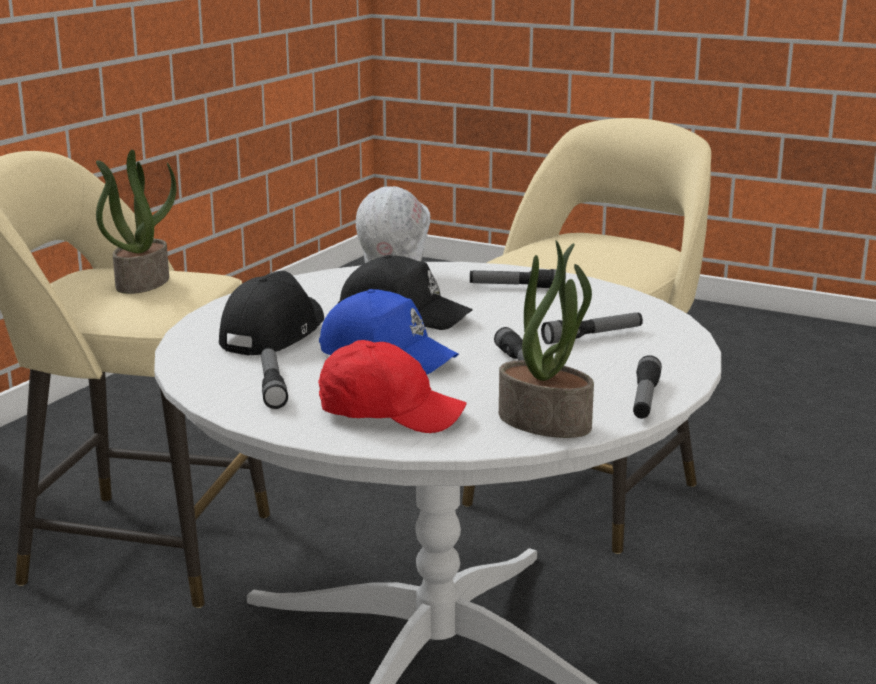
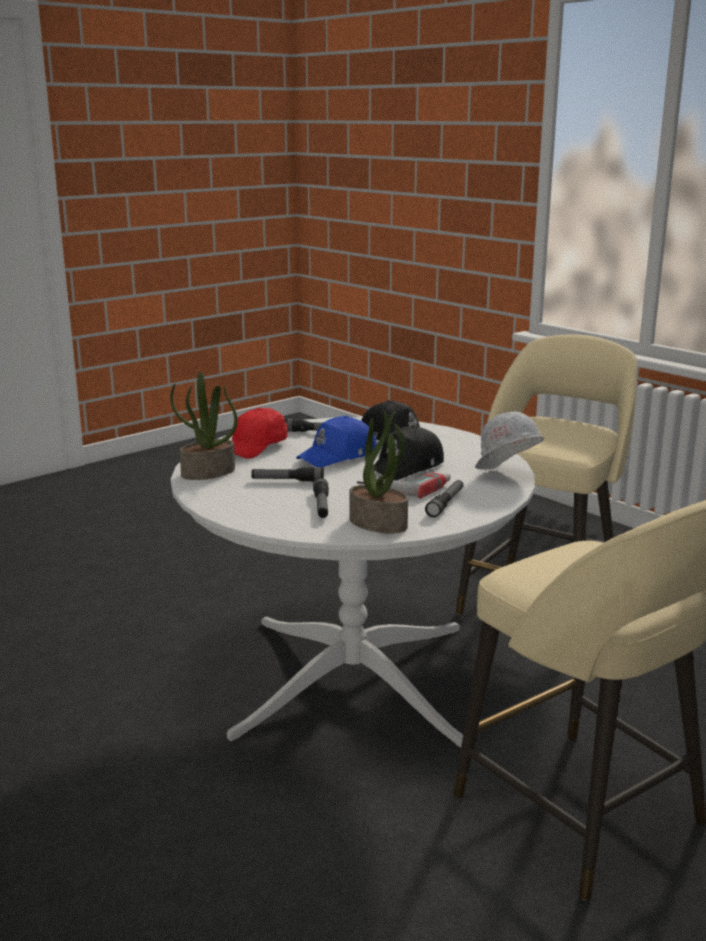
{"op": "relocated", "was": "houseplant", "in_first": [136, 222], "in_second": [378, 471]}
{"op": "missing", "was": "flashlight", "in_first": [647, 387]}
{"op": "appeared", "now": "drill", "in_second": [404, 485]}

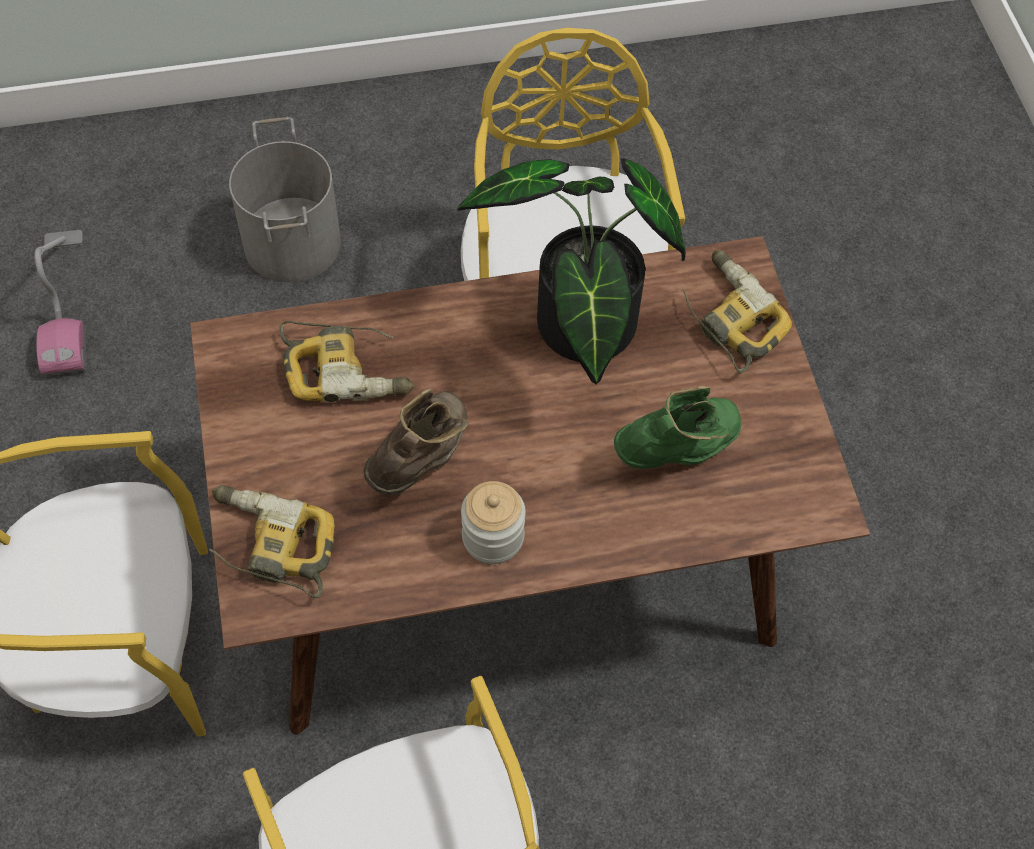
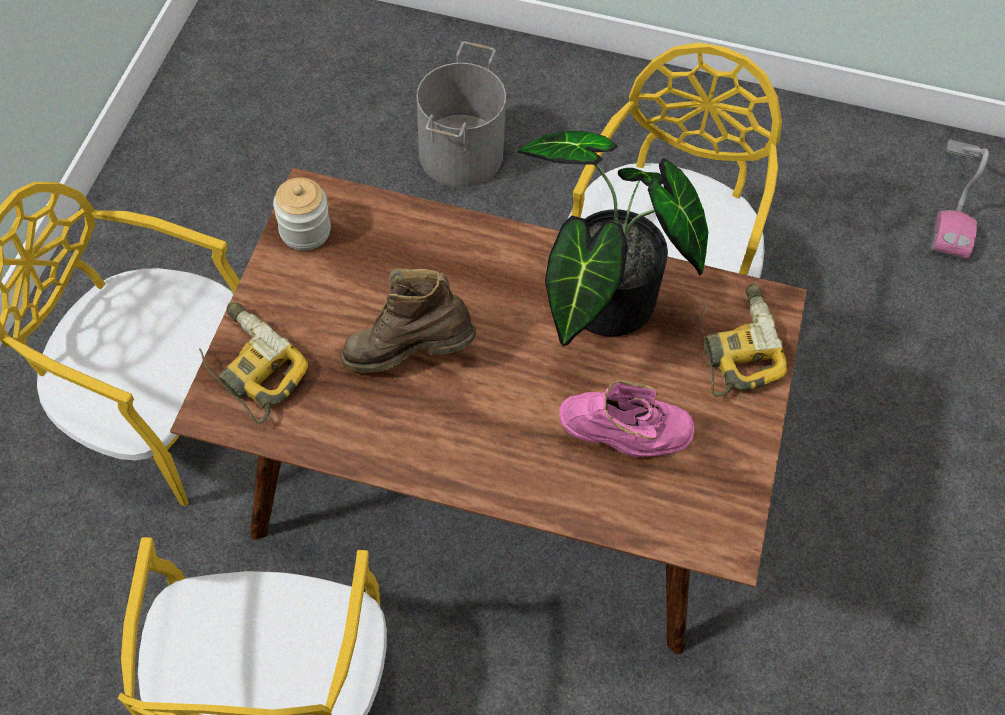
{"op": "relocated", "was": "vacuum cleaner", "in_first": [60, 303], "in_second": [959, 200]}
{"op": "missing", "was": "drill", "in_first": [347, 361]}
{"op": "spun", "was": "high-top boot (brown)", "in_first": [416, 442], "in_second": [408, 321], "clockwise": -150}
{"op": "relocated", "was": "preserve jar", "in_first": [493, 522], "in_second": [302, 214]}
{"op": "colour", "was": "high-top boot (green-coloured)", "now": "high-top boot (pinkish)", "in_first": [678, 427], "in_second": [626, 418]}

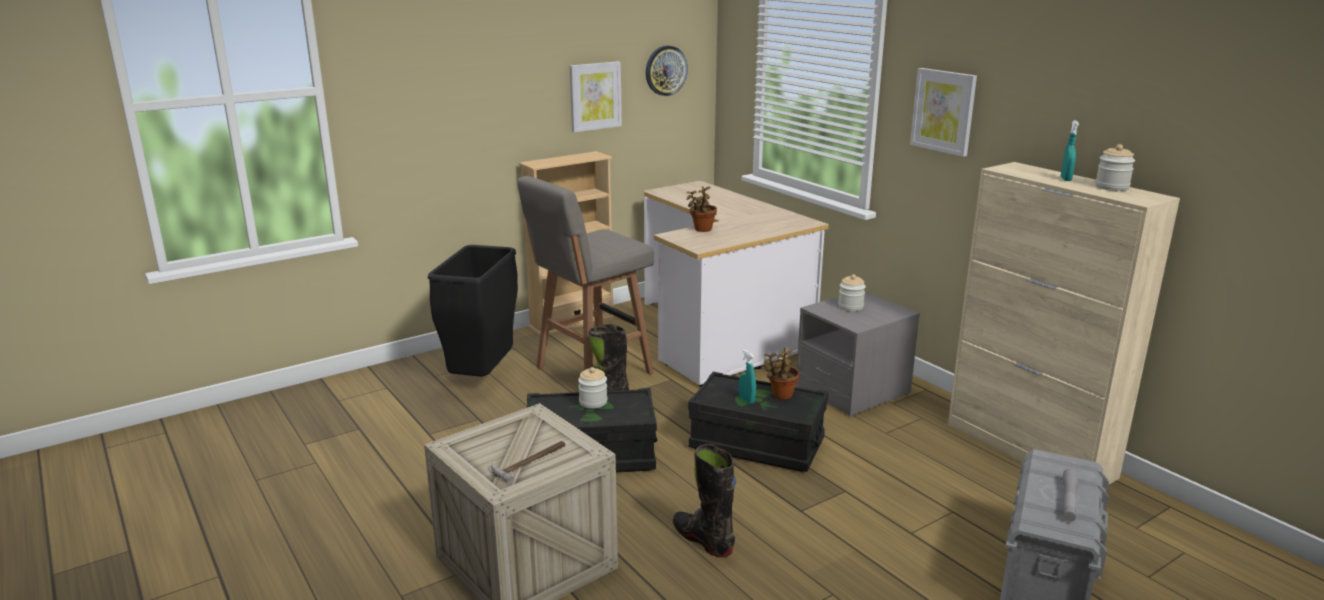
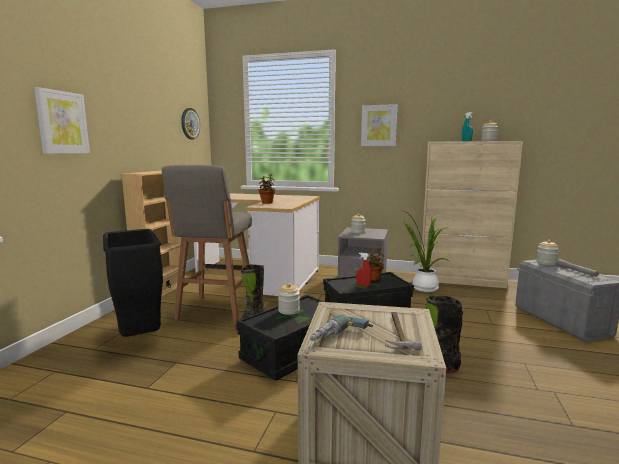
{"op": "relocated", "was": "wall art", "in_first": [595, 96], "in_second": [62, 120]}
{"op": "colour", "was": "spray bottle (blue-green)", "now": "spray bottle (red)", "in_first": [747, 376], "in_second": [363, 269]}
{"op": "appeared", "now": "drill", "in_second": [341, 328]}
{"op": "appeared", "now": "houseplant", "in_second": [425, 251]}
{"op": "appeared", "now": "preserve jar", "in_second": [547, 252]}

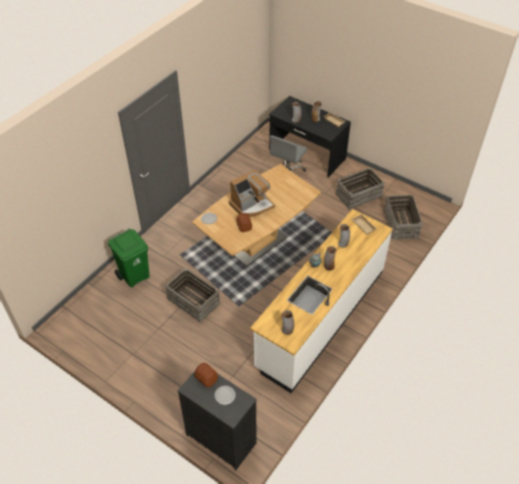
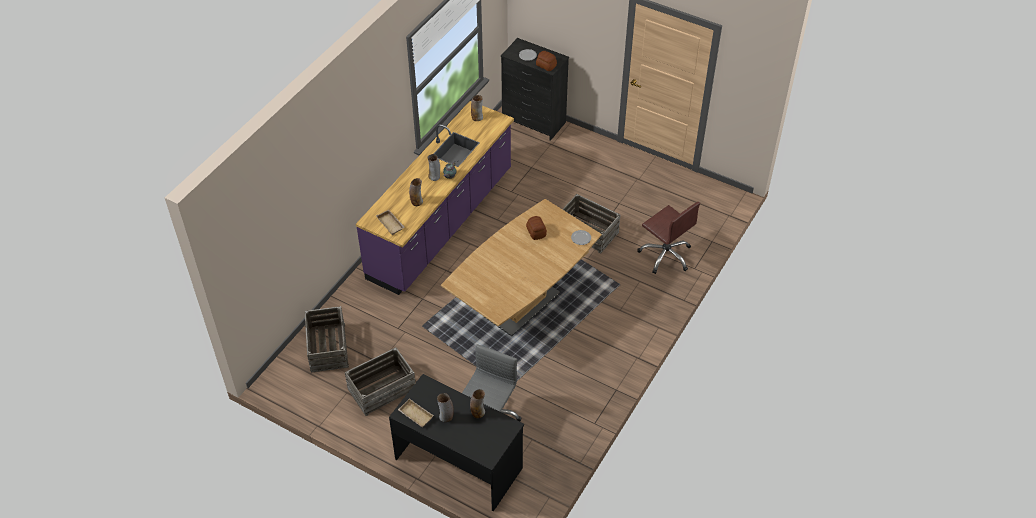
{"op": "exchanged", "was": "rubbish bin (green-coloured)", "now": "office chair (brown)", "in_first": [128, 258], "in_second": [668, 238]}
{"op": "missing", "was": "coffee maker", "in_first": [252, 193]}
{"op": "colour", "was": "counter (whitish)", "now": "counter (purple)", "in_first": [321, 301], "in_second": [435, 198]}

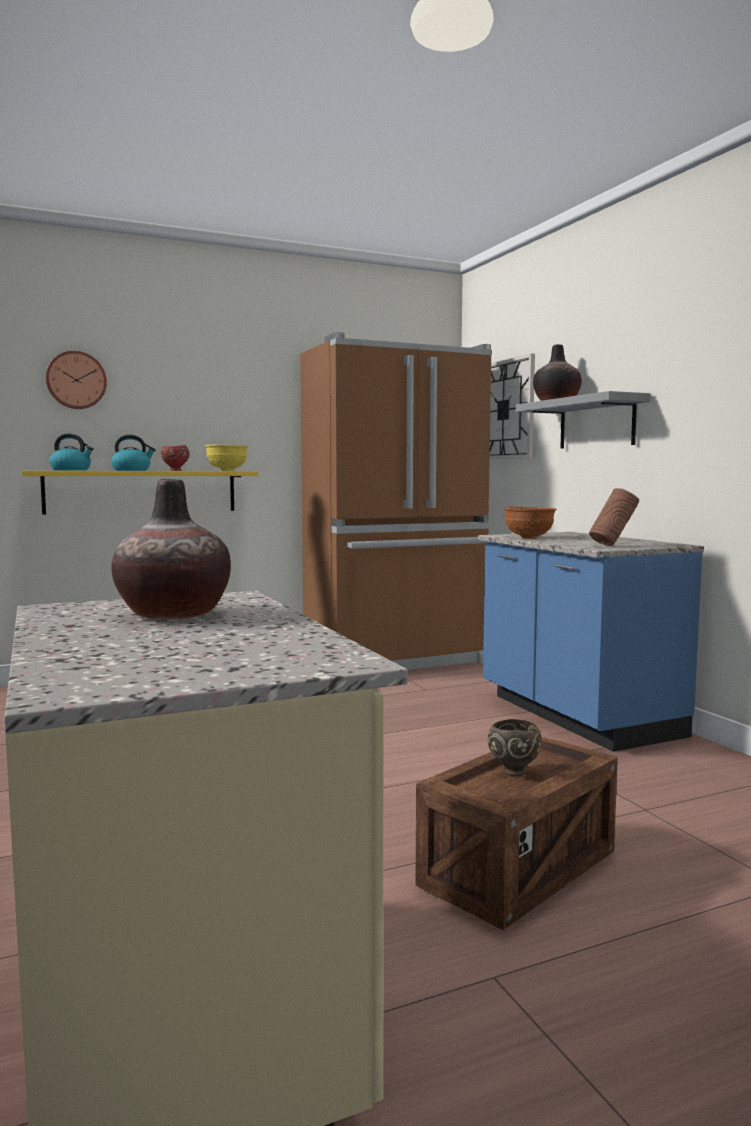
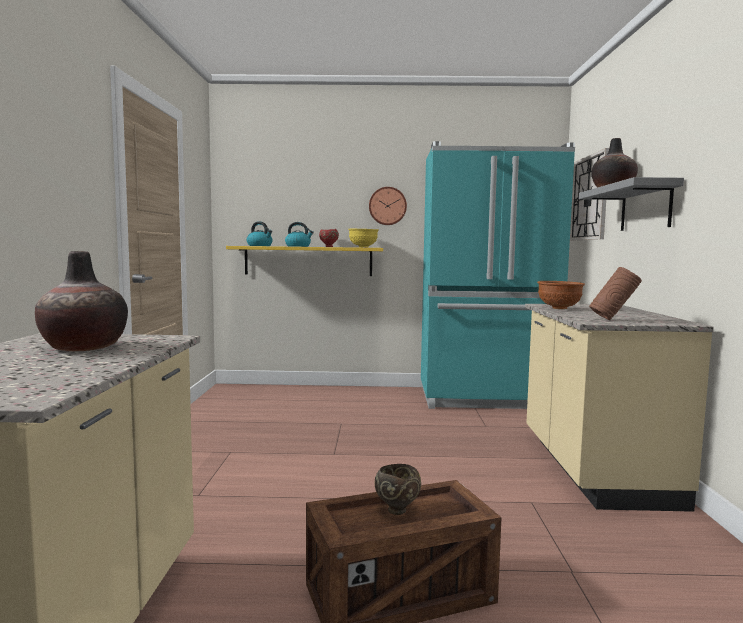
{"op": "relocated", "was": "hanging clock", "in_first": [76, 380], "in_second": [388, 206]}
{"op": "colour", "was": "fridge (brown)", "now": "fridge (blue-green)", "in_first": [396, 501], "in_second": [498, 275]}
{"op": "colour", "was": "counter (bluish)", "now": "counter (beige)", "in_first": [591, 642], "in_second": [619, 408]}

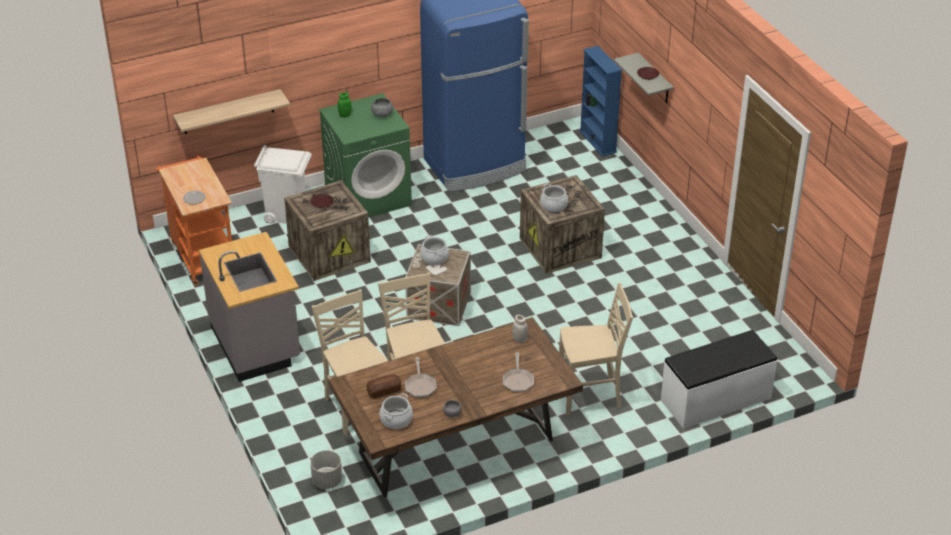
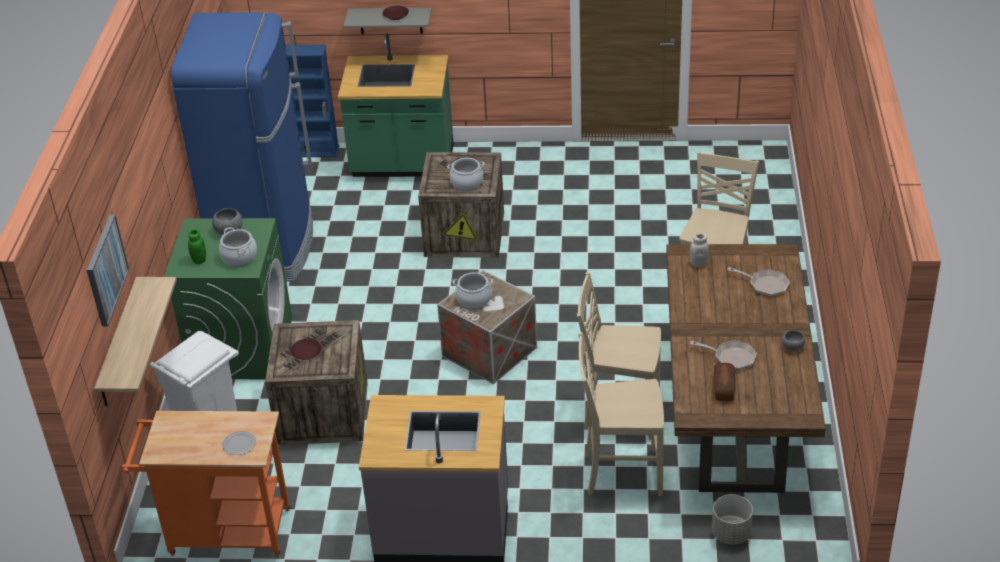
{"op": "relocated", "was": "stockpot", "in_first": [396, 411], "in_second": [238, 246]}
{"op": "missing", "was": "indoor bench (whitish)", "in_first": [719, 379]}
{"op": "appeared", "now": "wall art", "in_second": [108, 271]}
{"op": "appeared", "now": "counter (green-coloured)", "in_second": [396, 105]}

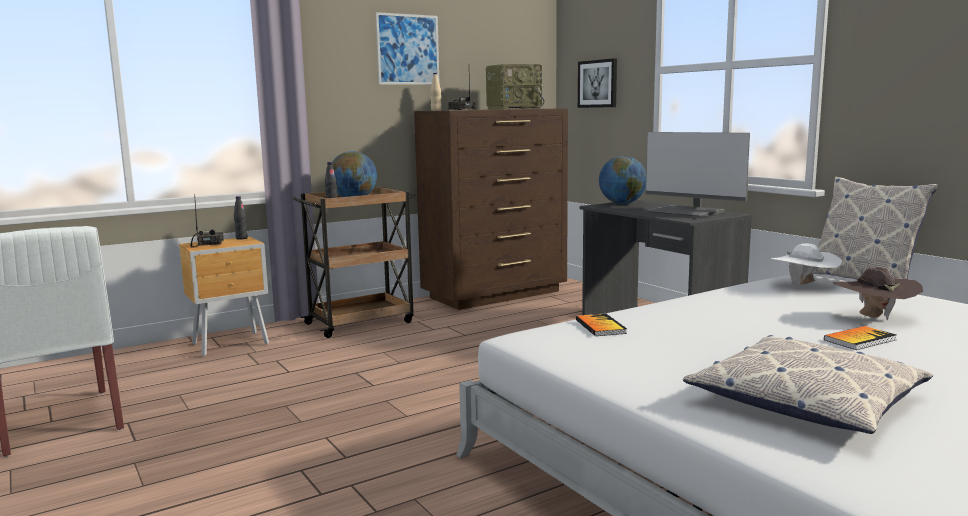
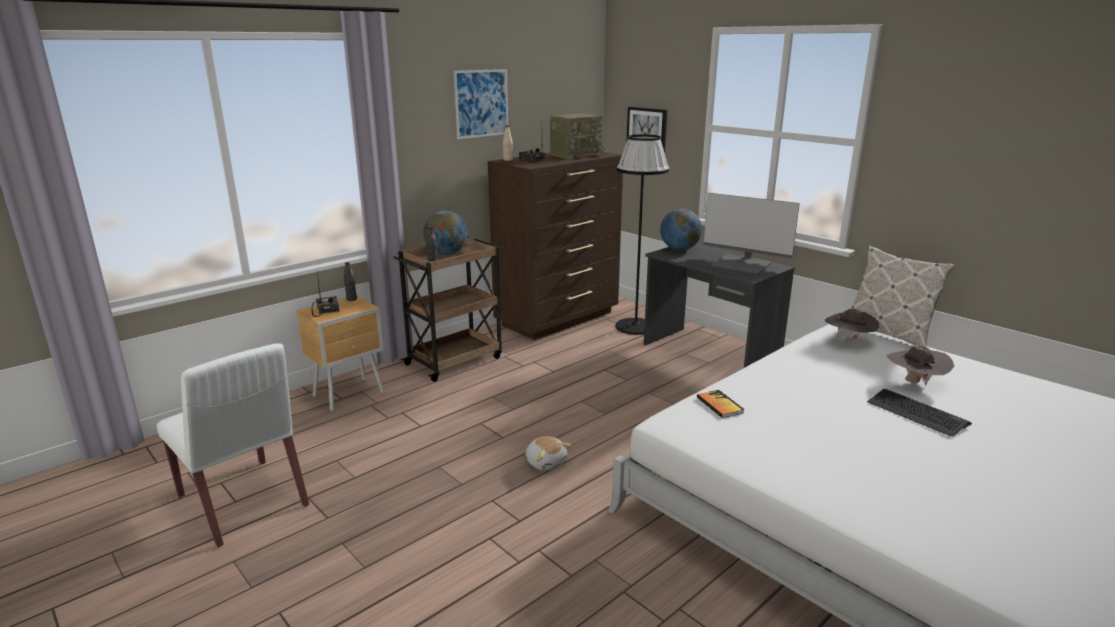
{"op": "missing", "was": "cushion", "in_first": [808, 384]}
{"op": "colour", "was": "clothing hat (whitish)", "now": "clothing hat (brown)", "in_first": [806, 264], "in_second": [852, 325]}
{"op": "exchanged", "was": "bound book", "now": "PC keyboard", "in_first": [860, 338], "in_second": [919, 413]}
{"op": "appeared", "now": "soft toy", "in_second": [549, 453]}
{"op": "appeared", "now": "standing lamp (black-coloured)", "in_second": [642, 234]}

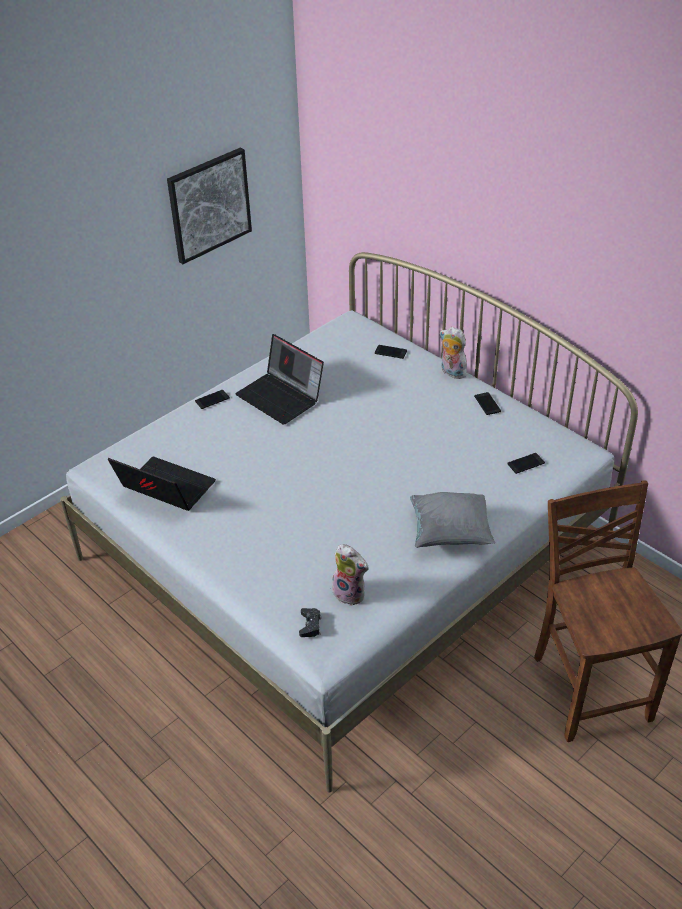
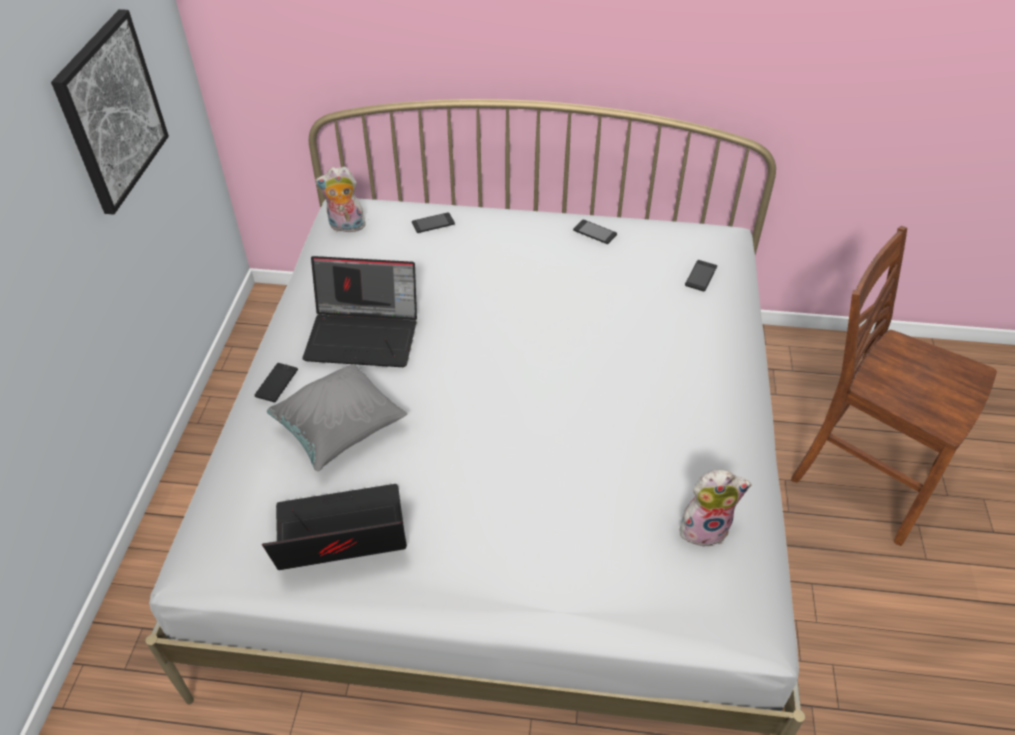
{"op": "missing", "was": "game controller (black-coloured)", "in_first": [310, 622]}
{"op": "relocated", "was": "cushion (grey)", "in_first": [452, 520], "in_second": [337, 417]}
{"op": "relocated", "was": "soft toy", "in_first": [453, 353], "in_second": [341, 199]}

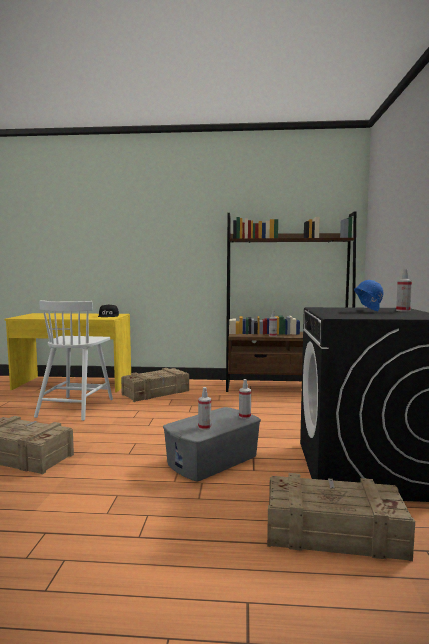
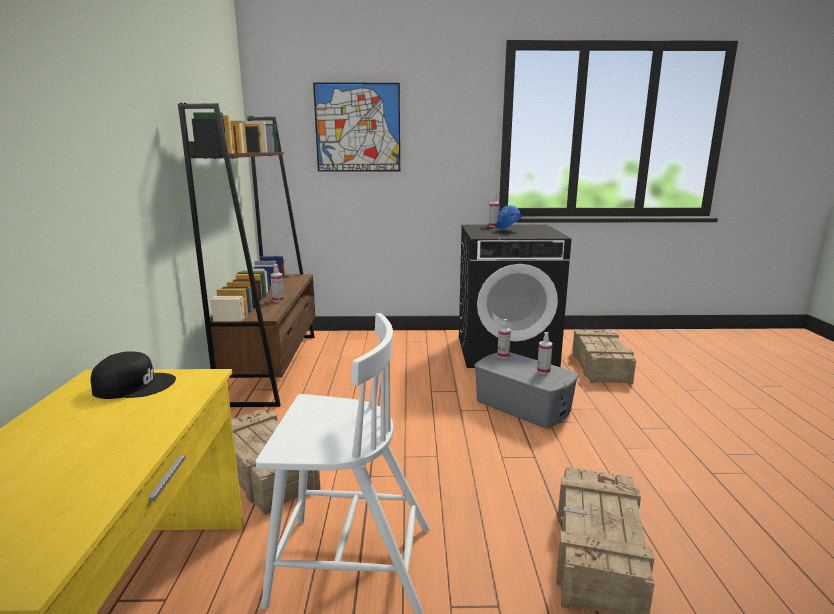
{"op": "appeared", "now": "wall art", "in_second": [356, 127]}

